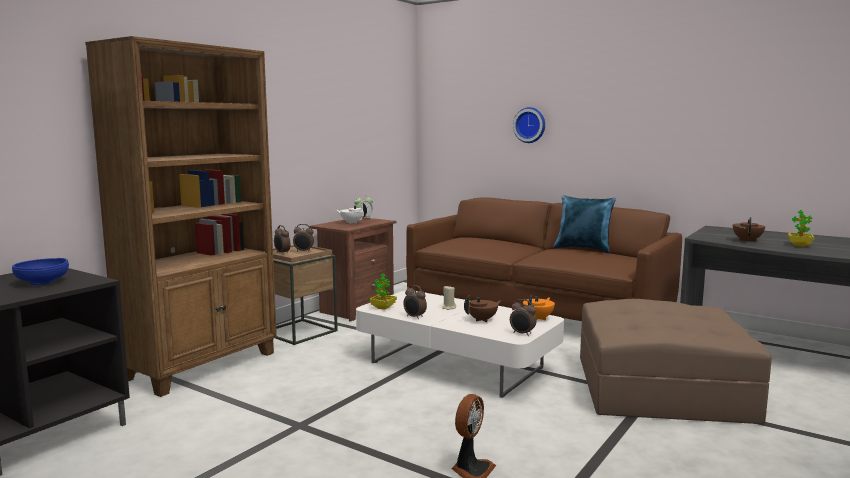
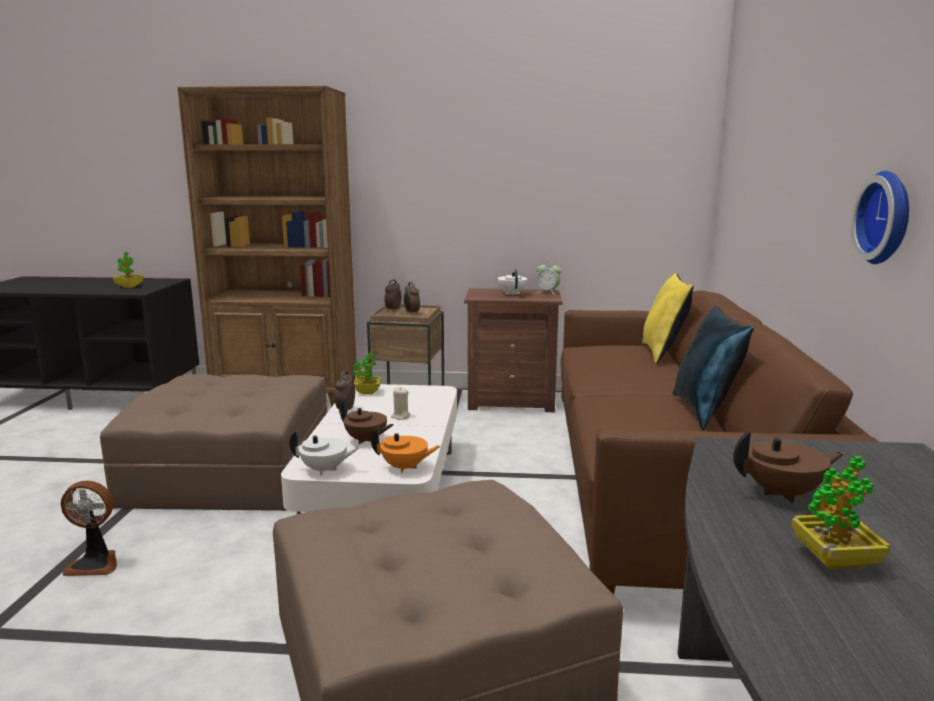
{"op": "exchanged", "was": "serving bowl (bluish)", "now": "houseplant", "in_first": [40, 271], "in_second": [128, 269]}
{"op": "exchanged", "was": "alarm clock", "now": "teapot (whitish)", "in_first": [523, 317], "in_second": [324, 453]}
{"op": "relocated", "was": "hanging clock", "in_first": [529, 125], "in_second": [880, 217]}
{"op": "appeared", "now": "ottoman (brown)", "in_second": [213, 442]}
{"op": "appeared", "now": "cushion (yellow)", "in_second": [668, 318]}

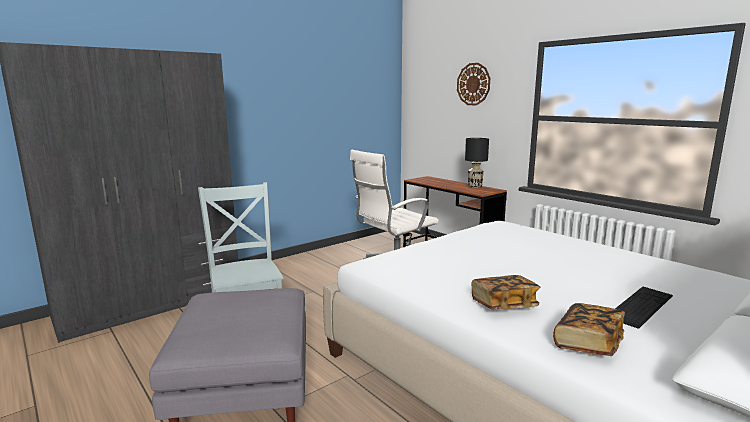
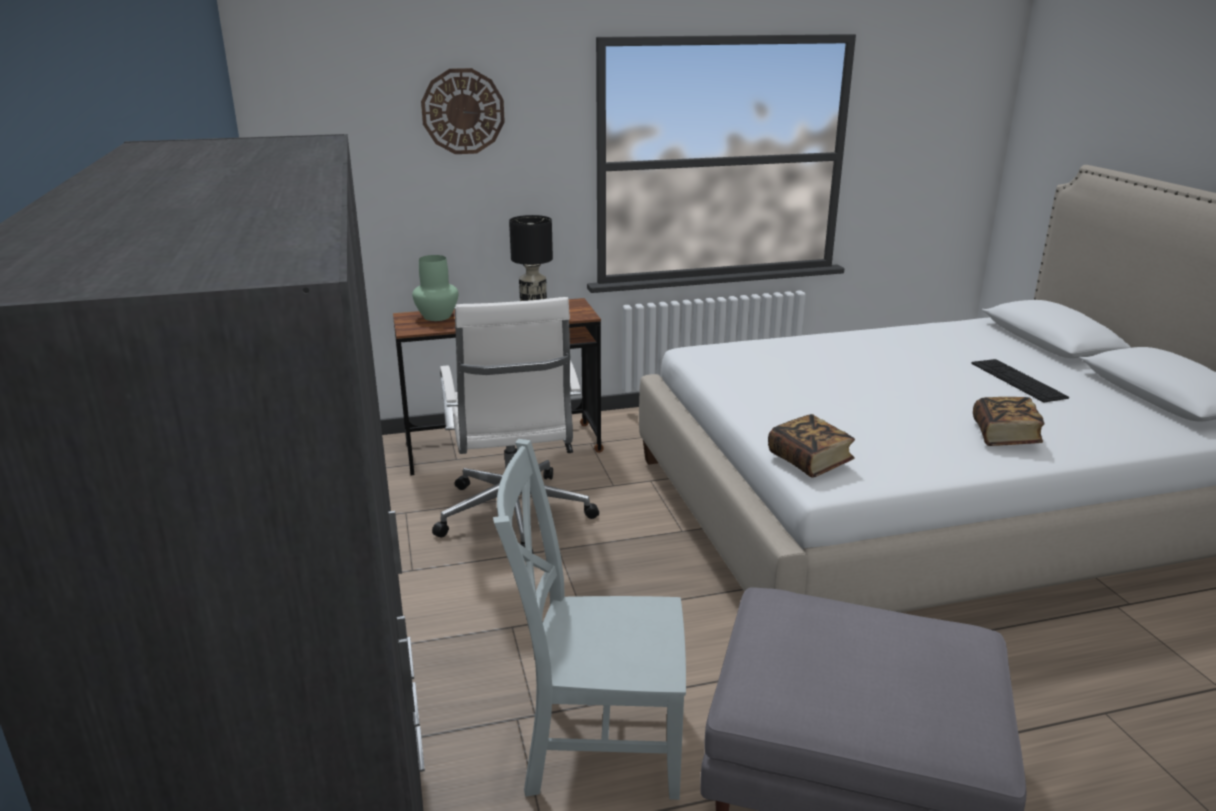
{"op": "relocated", "was": "bound book", "in_first": [589, 329], "in_second": [811, 446]}
{"op": "appeared", "now": "flower vase (green-coloured)", "in_second": [435, 288]}

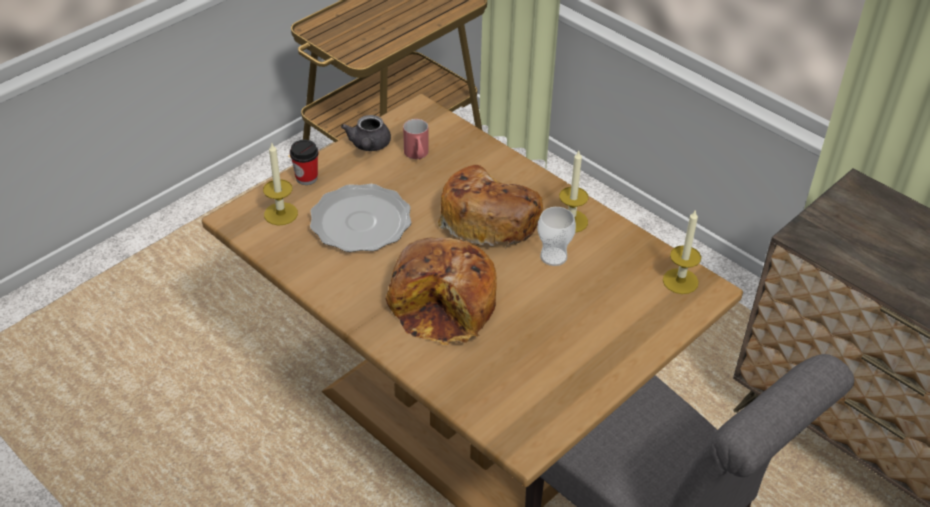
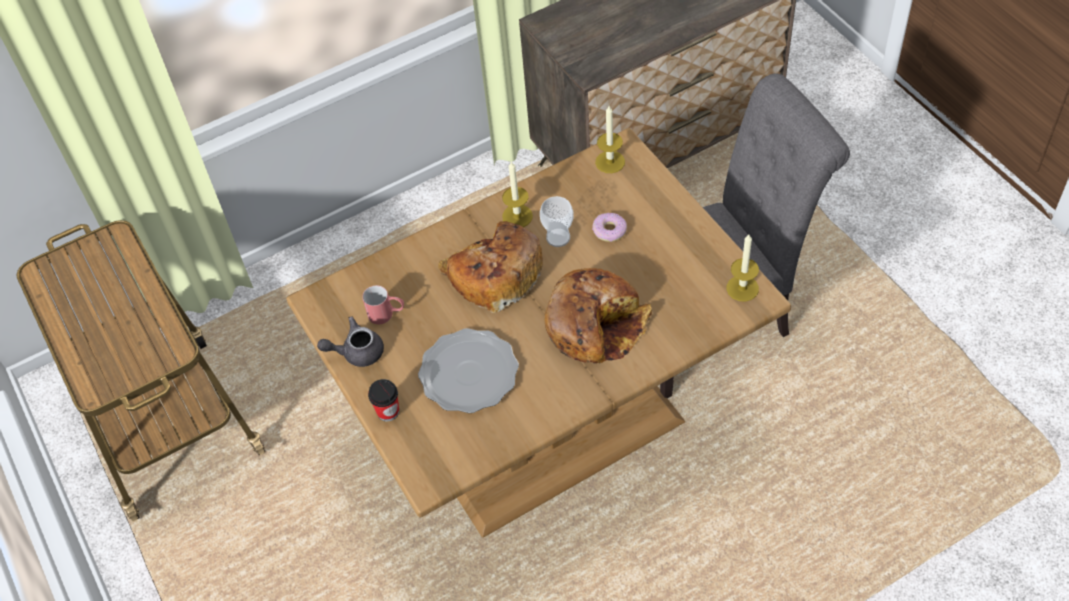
{"op": "relocated", "was": "candle", "in_first": [280, 184], "in_second": [743, 268]}
{"op": "spun", "was": "teapot (grey)", "in_first": [366, 133], "in_second": [350, 341], "clockwise": 150}
{"op": "appeared", "now": "ring doughnut", "in_second": [609, 227]}

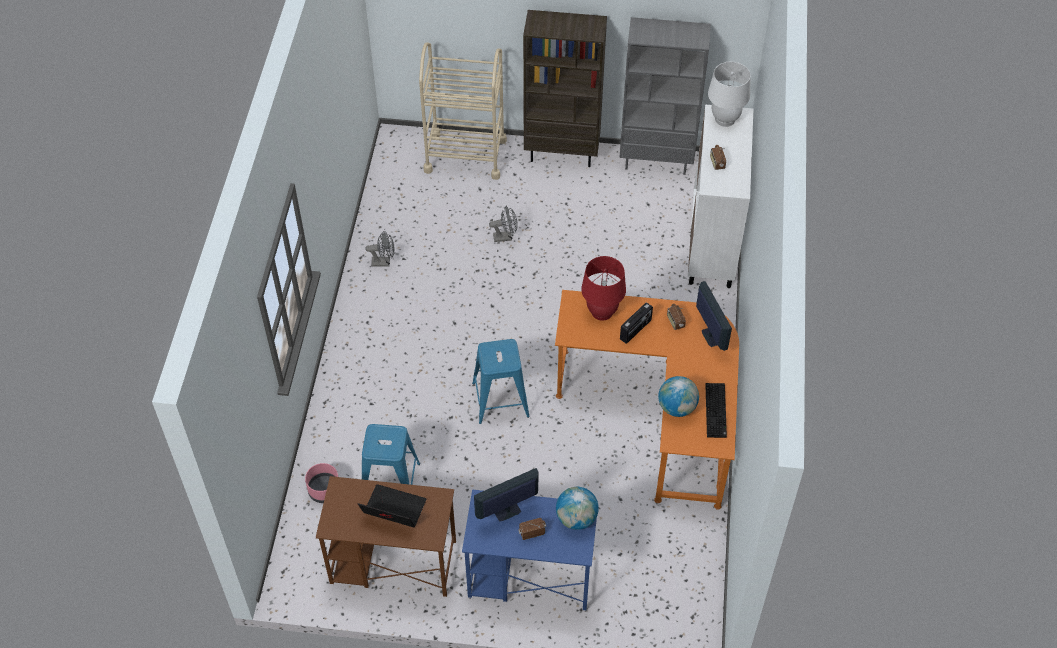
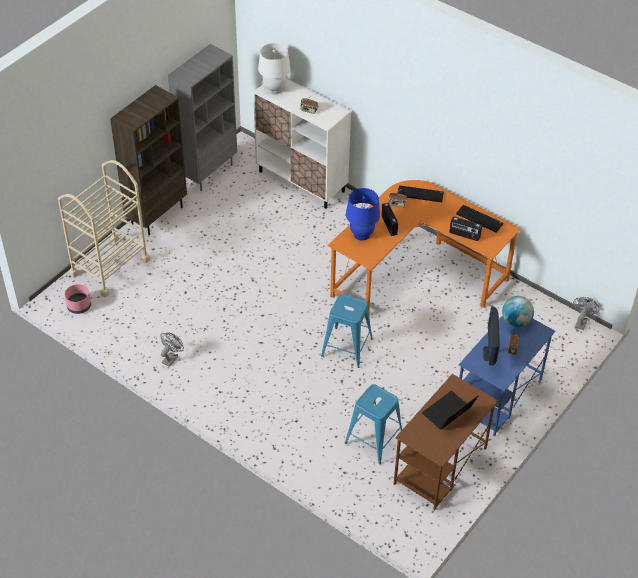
{"op": "relocated", "was": "flower pot (pinkish)", "in_first": [321, 483], "in_second": [77, 299]}
{"op": "relocated", "was": "fan (grey)", "in_first": [503, 224], "in_second": [586, 313]}
{"op": "colour", "was": "table lamp (red)", "now": "table lamp (bluish)", "in_first": [603, 288], "in_second": [363, 214]}
{"op": "exchanged", "was": "desk globe", "now": "radio receiver", "in_first": [678, 396], "in_second": [465, 228]}
{"op": "exchanged", "was": "computer screen", "now": "PC keyboard", "in_first": [714, 316], "in_second": [420, 193]}

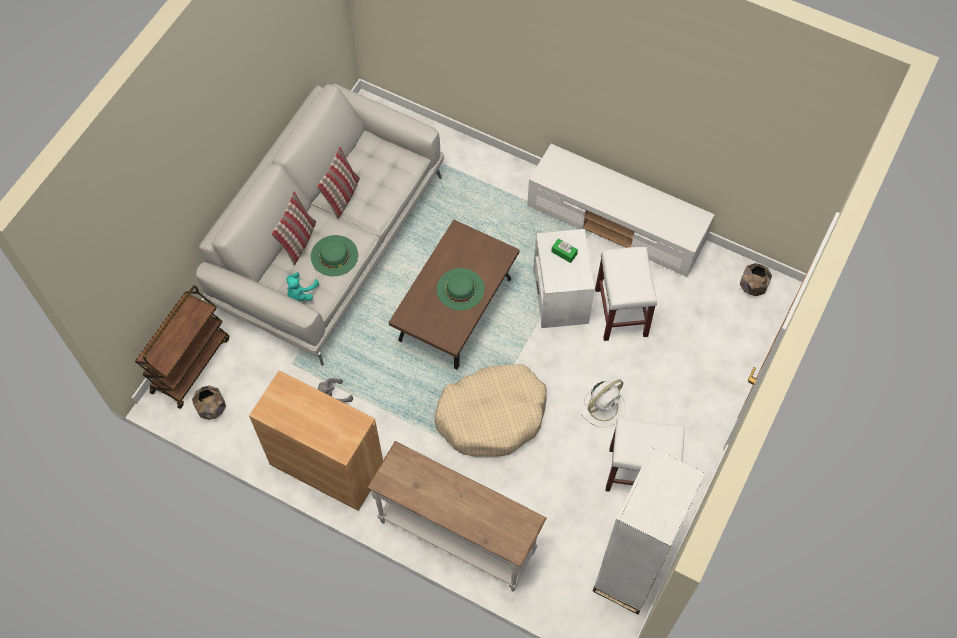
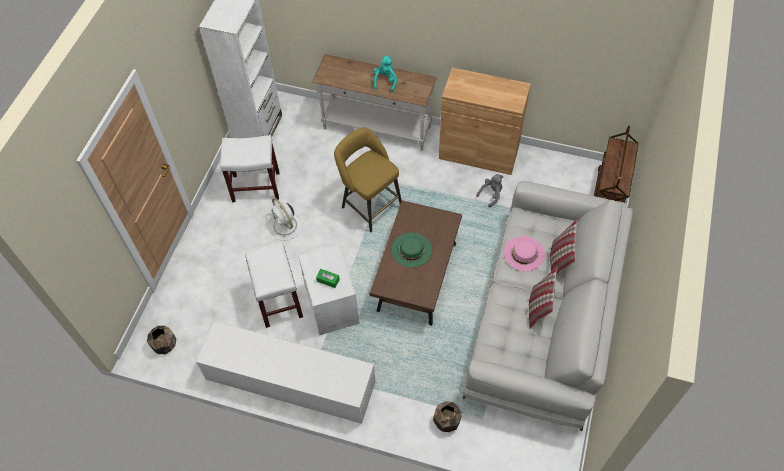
{"op": "relocated", "was": "flower pot (brown)", "in_first": [209, 402], "in_second": [447, 416]}
{"op": "relocated", "was": "soft toy (blue-green)", "in_first": [302, 287], "in_second": [385, 74]}
{"op": "colour", "was": "clothing hat (green-coloured)", "now": "clothing hat (pinkish)", "in_first": [334, 255], "in_second": [524, 253]}
{"op": "exchanged", "was": "dog bed (beige)", "now": "stool seat (yellow)", "in_first": [490, 410], "in_second": [368, 180]}
{"op": "spun", "was": "fan (whitish)", "in_first": [603, 403], "in_second": [286, 219], "clockwise": -75}

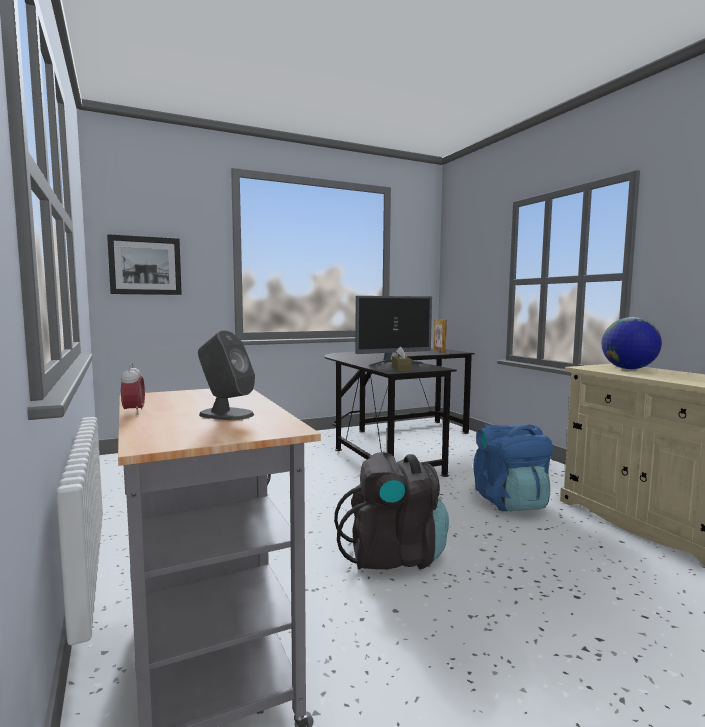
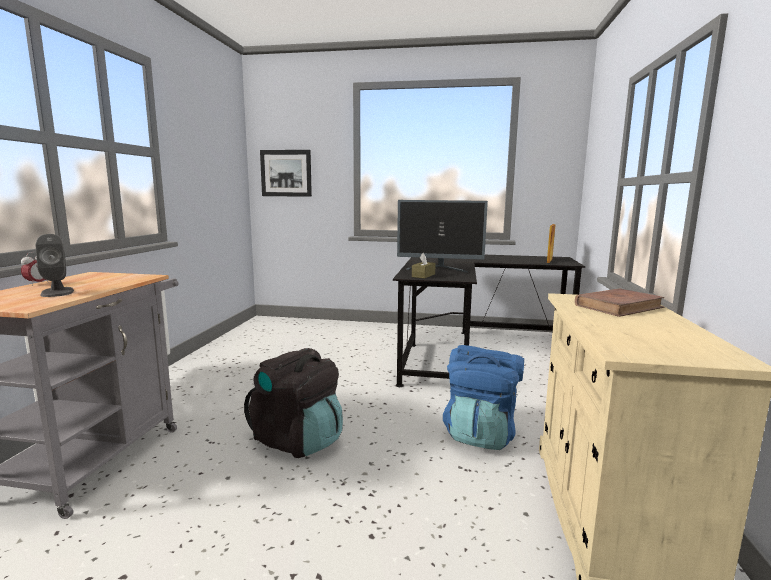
{"op": "exchanged", "was": "desk globe", "now": "bound book (brown)", "in_first": [632, 343], "in_second": [619, 302]}

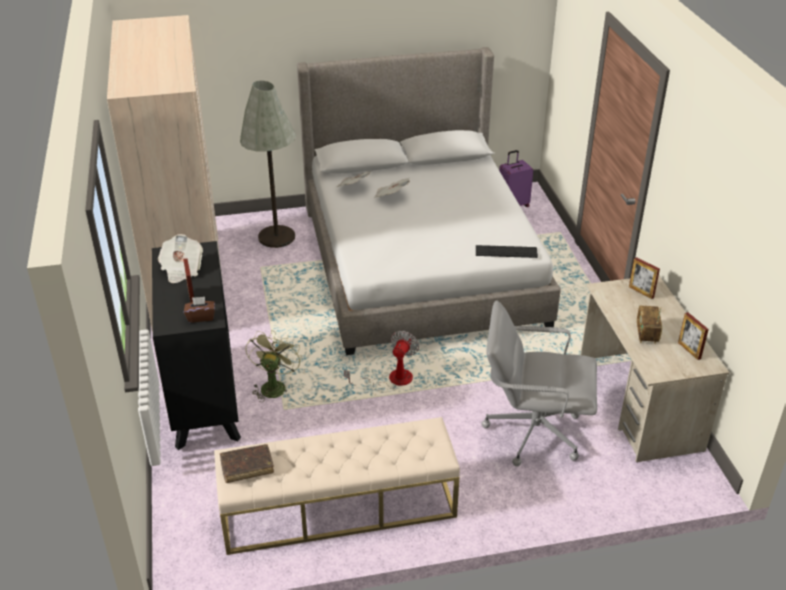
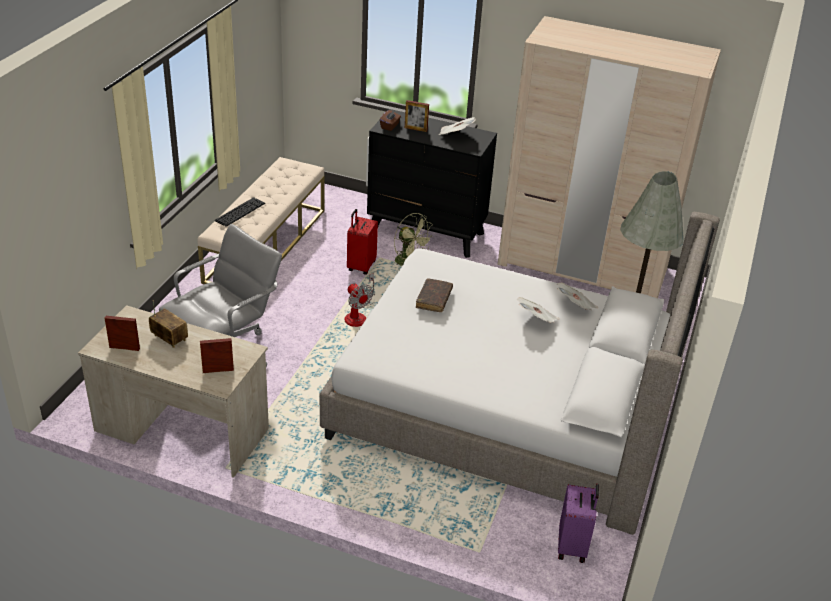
{"op": "relocated", "was": "bound book (brown)", "in_first": [247, 463], "in_second": [434, 295]}
{"op": "relocated", "was": "PC keyboard", "in_first": [507, 251], "in_second": [240, 212]}
{"op": "appeared", "now": "suitcase (red)", "in_second": [362, 242]}

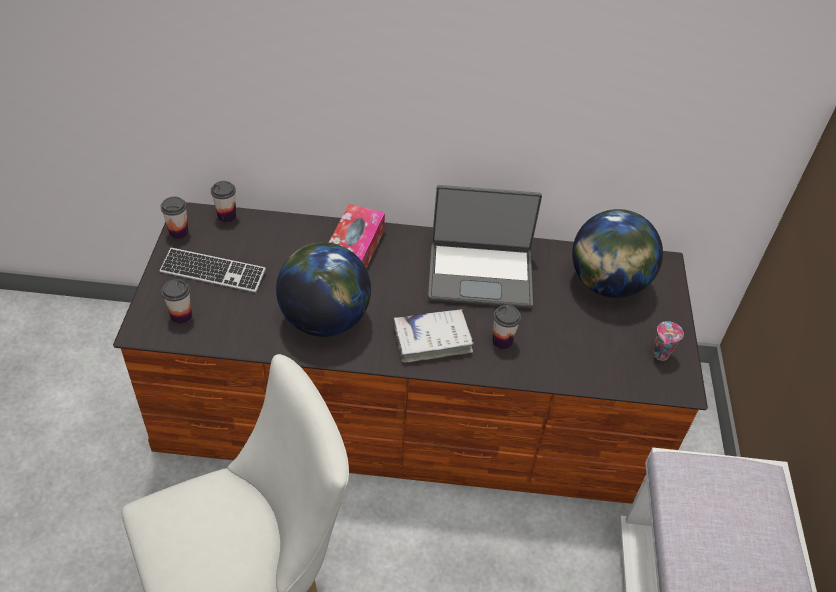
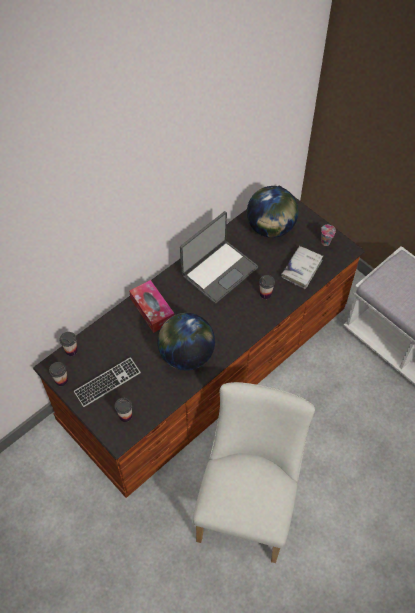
{"op": "relocated", "was": "bound book (whitish)", "in_first": [434, 336], "in_second": [302, 267]}

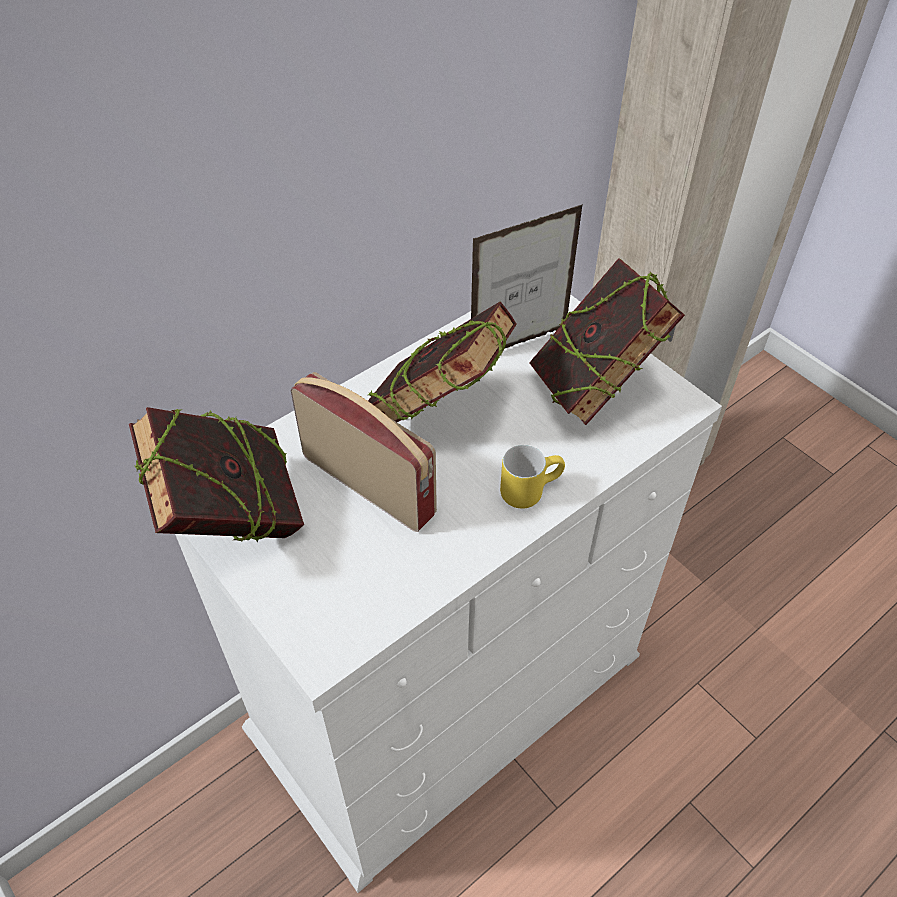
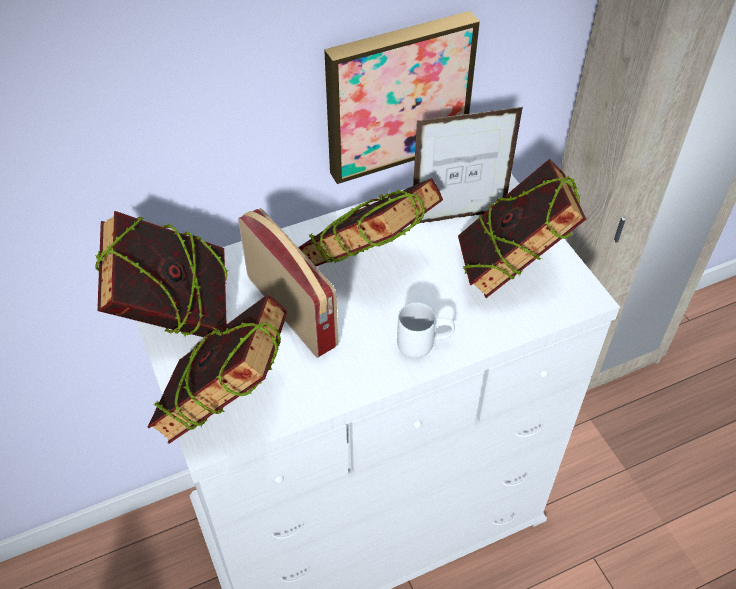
{"op": "colour", "was": "mug (yellow)", "now": "mug (whitish)", "in_first": [532, 477], "in_second": [426, 330]}
{"op": "appeared", "now": "bound book", "in_second": [218, 369]}
{"op": "appeared", "now": "wall art", "in_second": [402, 97]}

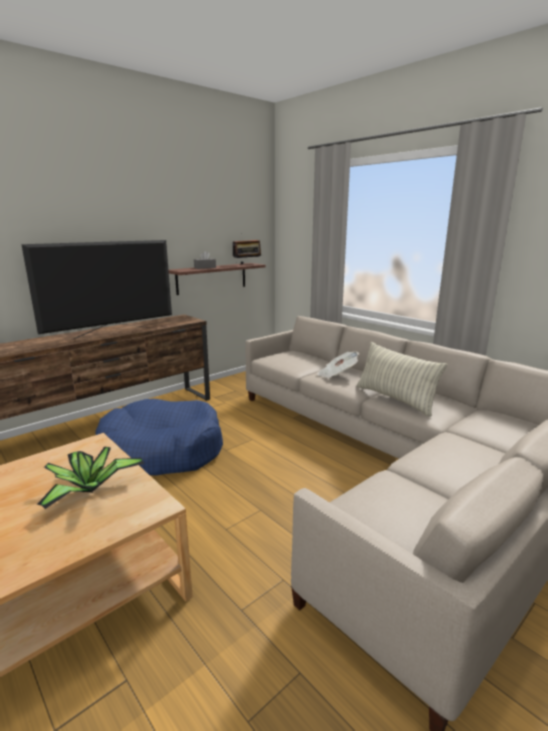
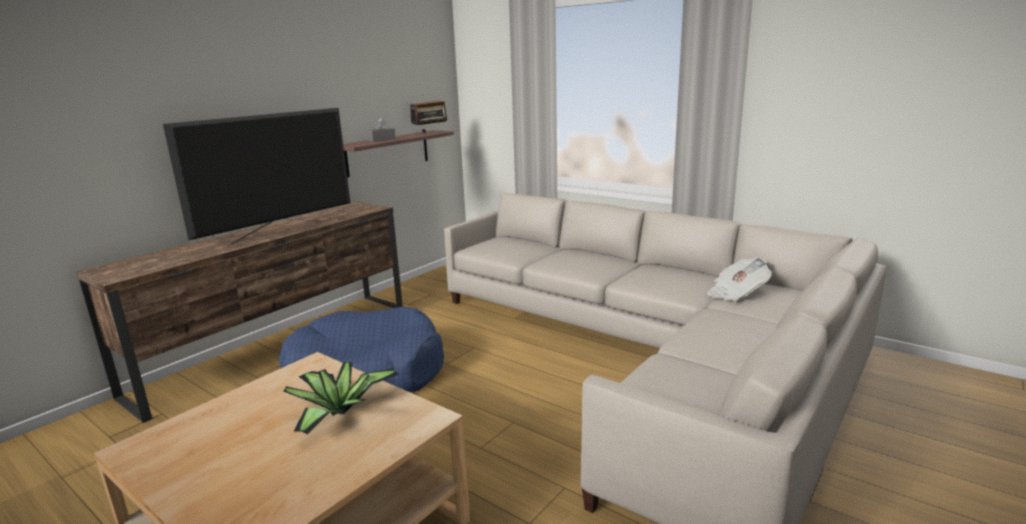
{"op": "relocated", "was": "daily paper", "in_first": [338, 365], "in_second": [739, 279]}
{"op": "missing", "was": "cushion", "in_first": [402, 379]}

